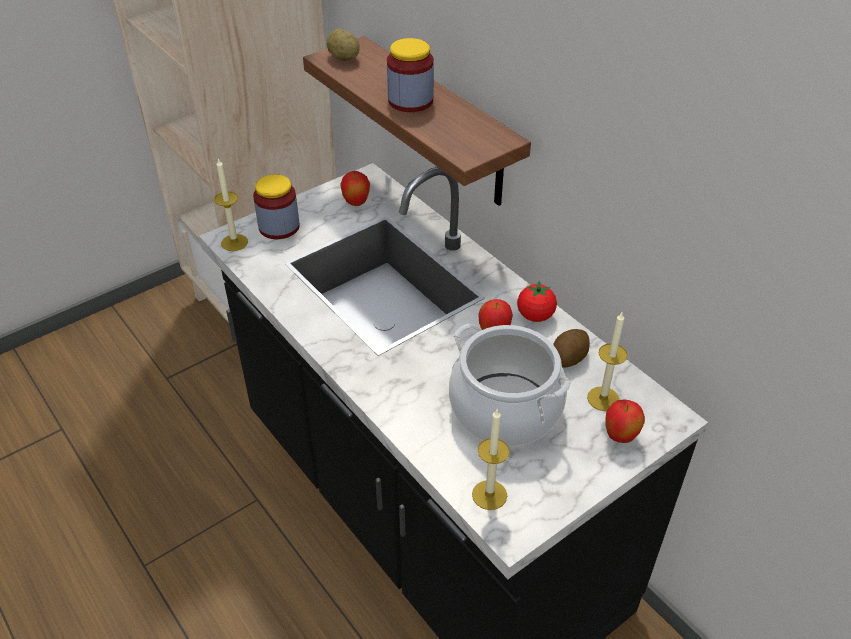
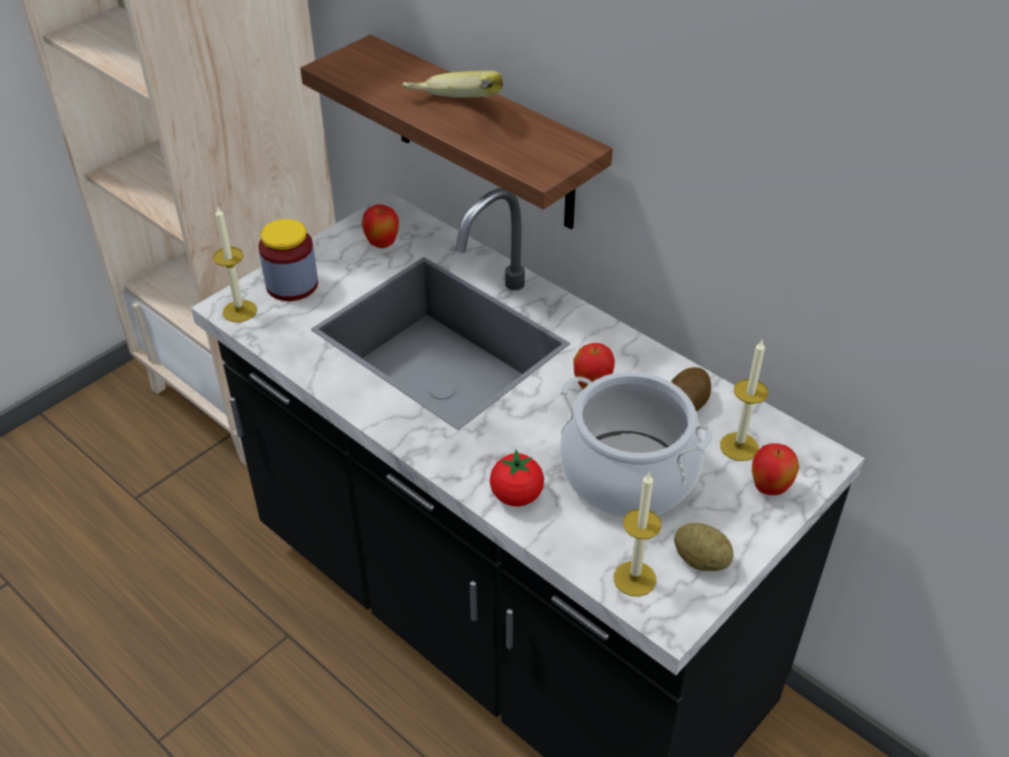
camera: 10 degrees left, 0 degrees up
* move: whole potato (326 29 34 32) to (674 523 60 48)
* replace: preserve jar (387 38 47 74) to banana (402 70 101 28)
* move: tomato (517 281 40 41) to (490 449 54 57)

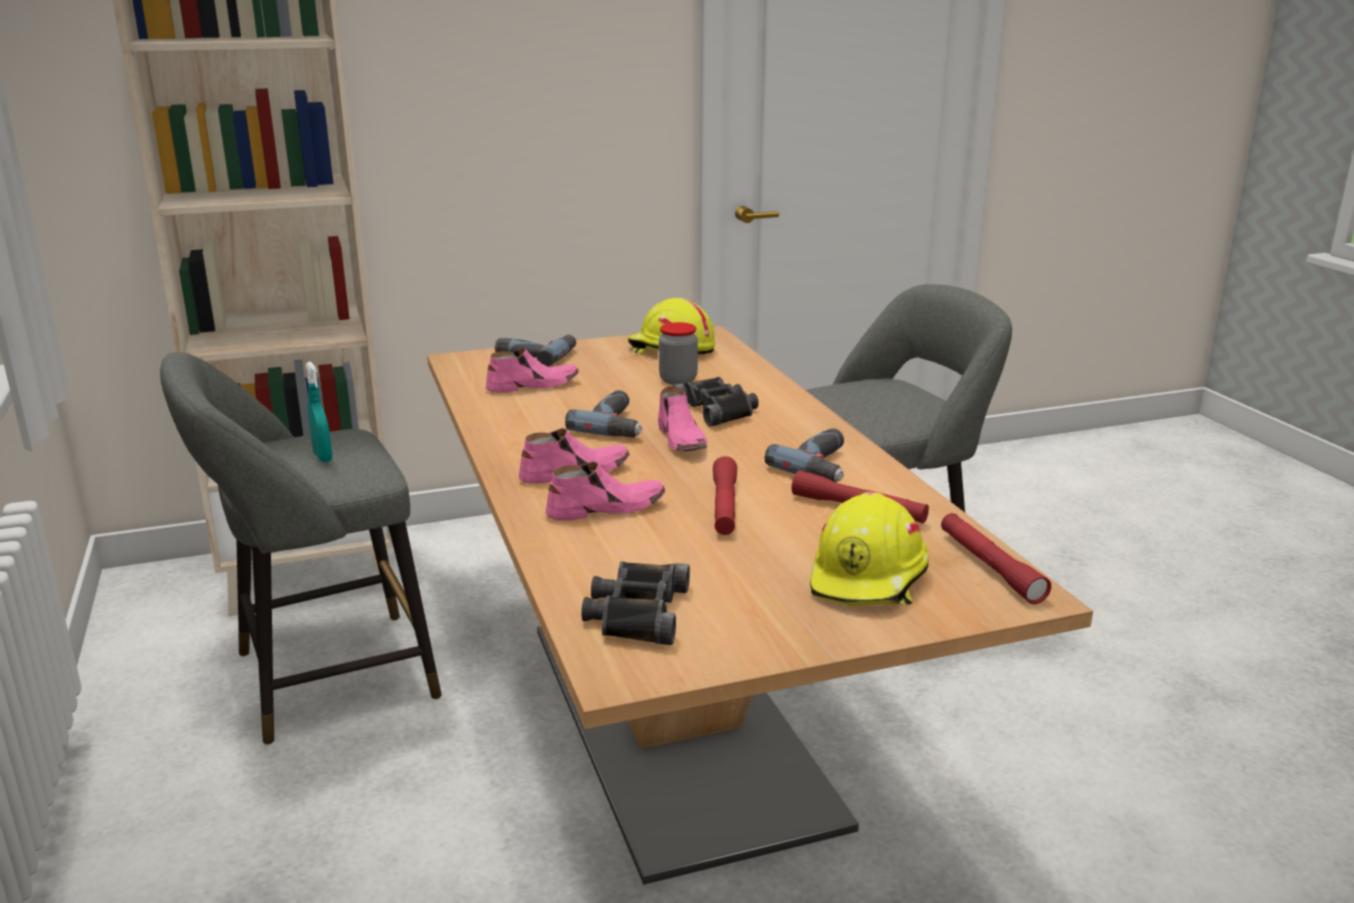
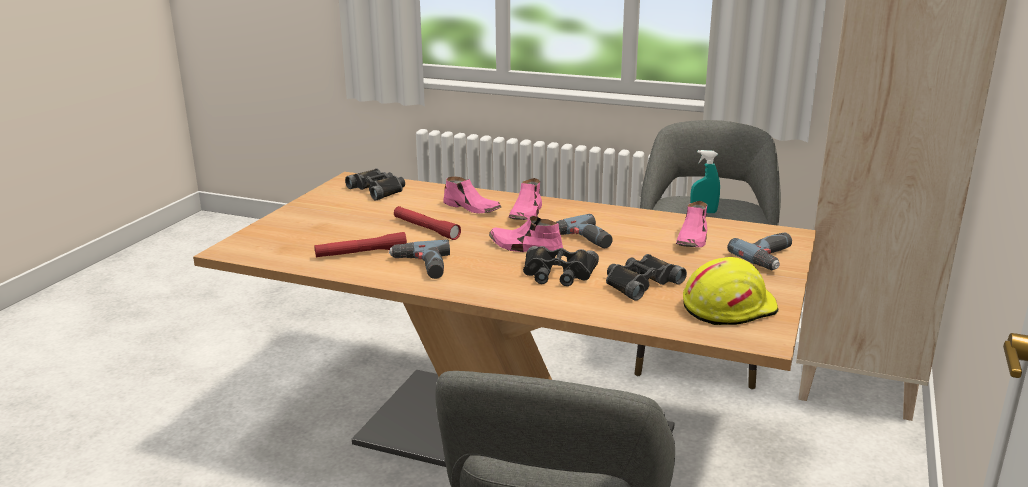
camera: 130 degrees right, 0 degrees up
* rotate: low shoe (pink-coloured) (546 461 120 59) = (443 177 58 37) 75 degrees counterclockwise
* replace: preserve jar (659 322 39 63) to pair of binoculars (black) (606 254 81 47)
* delete: safety helmet (yellowish) (810 492 119 114)
* delete: hand torch (reddish) (941 513 110 91)

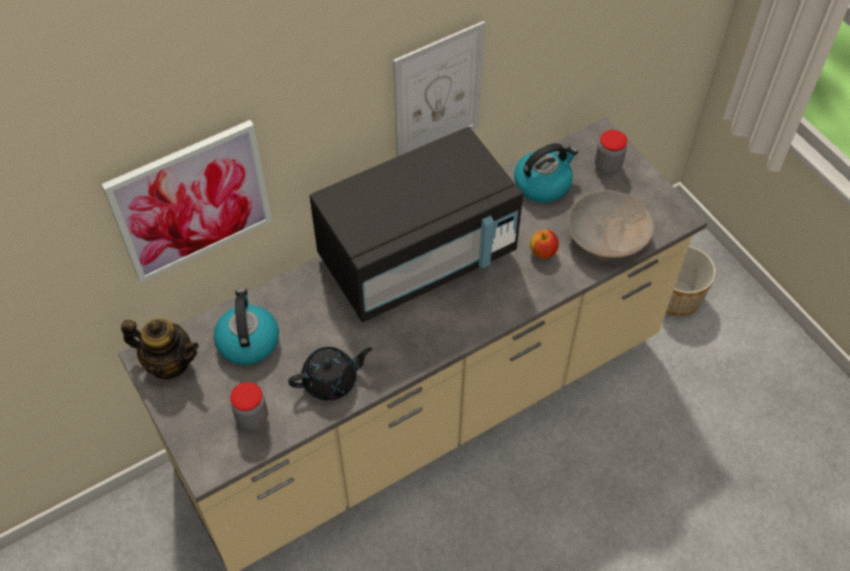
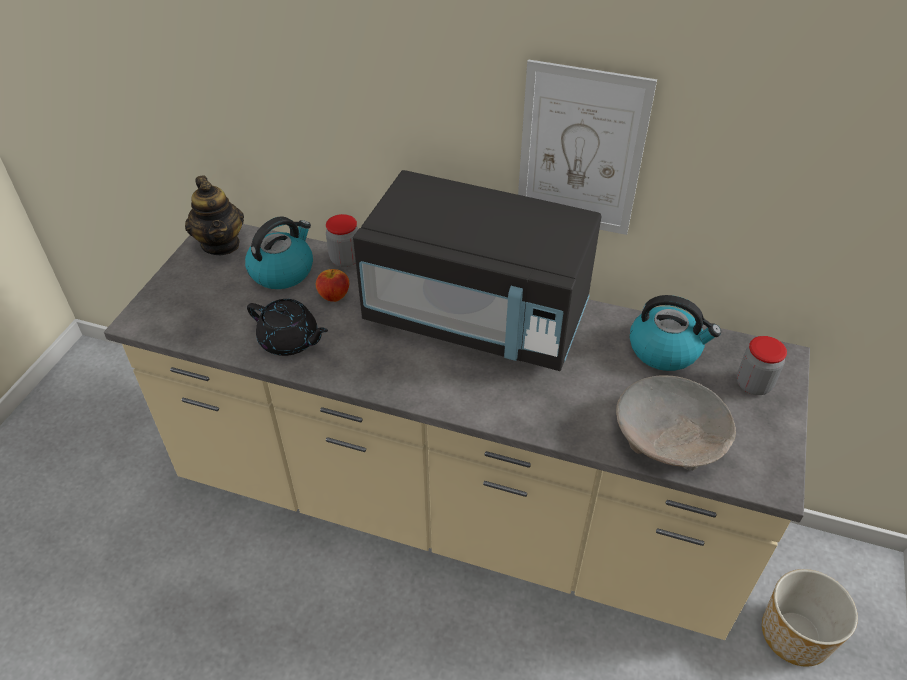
camera: 50 degrees right, 10 degrees down
* delete: picture (101 120 171 163)
* move: preserve jar (230 382 38 48) to (326 214 32 53)
* move: apple (530 230 29 29) to (316 269 33 33)

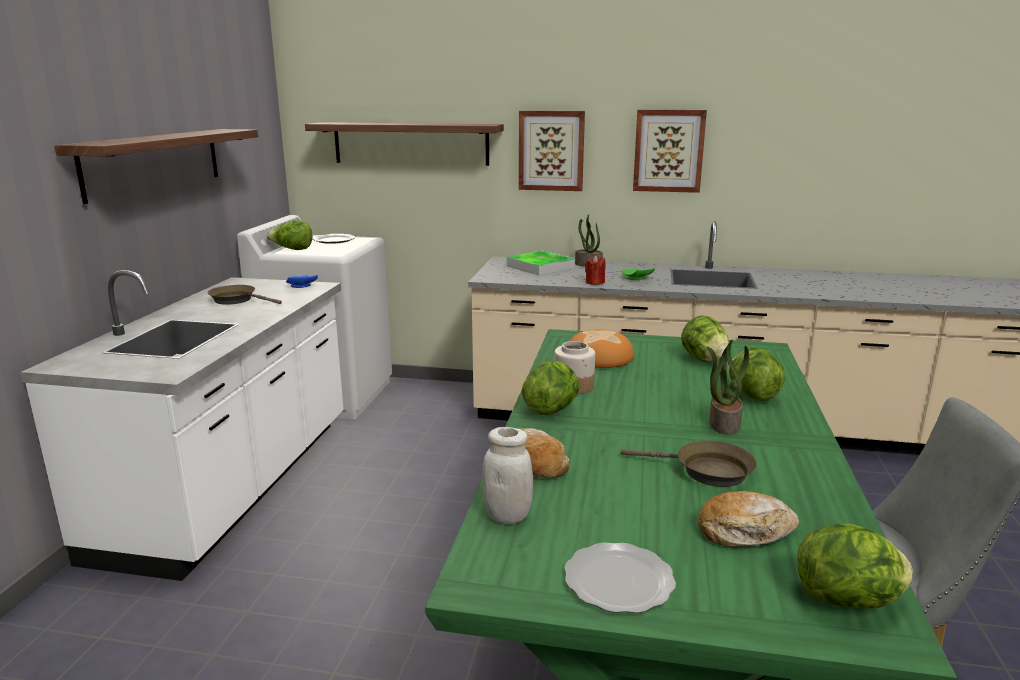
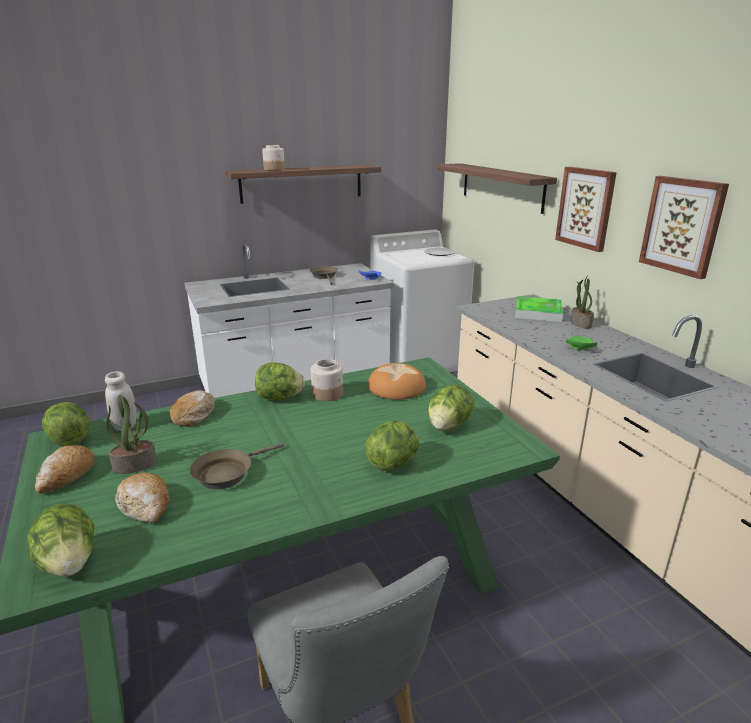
camera: 55 degrees right, 5 degrees up
* move: head of lettuce (267 220 45 30) to (42 402 48 44)
* replace: dinner plate (564 542 112 71) to bakery bread (35 445 59 49)
* delete: candle (reddish) (585 256 20 29)
* rotate: skillet (brownish) (621 441 136 46) = (190 442 94 47) 60 degrees clockwise
* move: plant in a pot (707 339 42 96) to (106 394 51 80)
* insert: preserve jar (262 145 23 26)

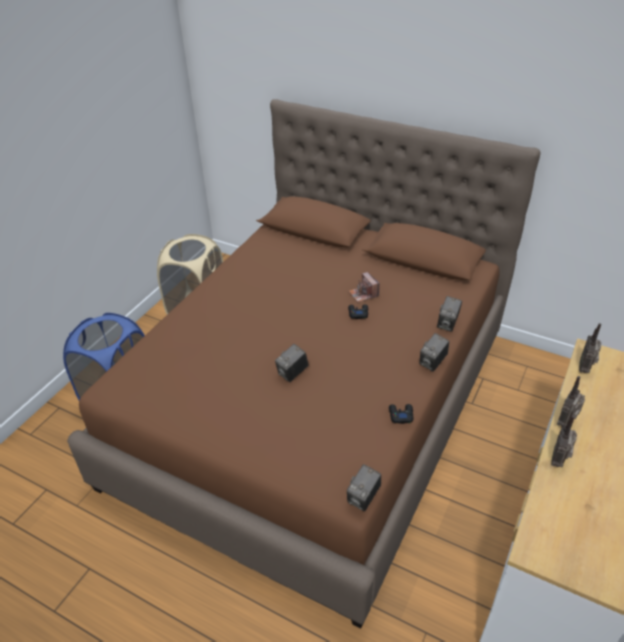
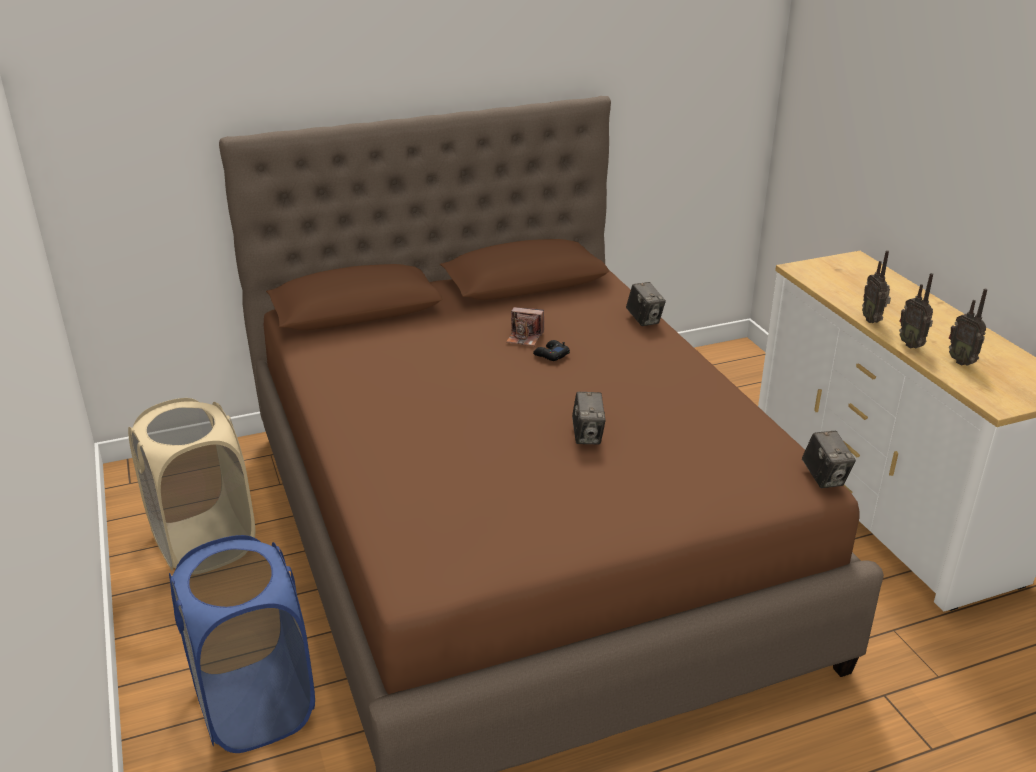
camera: 50 degrees left, 10 degrees down
* delete: joypad (black) (389 404 24 20)
* delete: still camera (419 333 30 39)
* move: radio receiver (579 323 22 50) to (949 289 38 77)

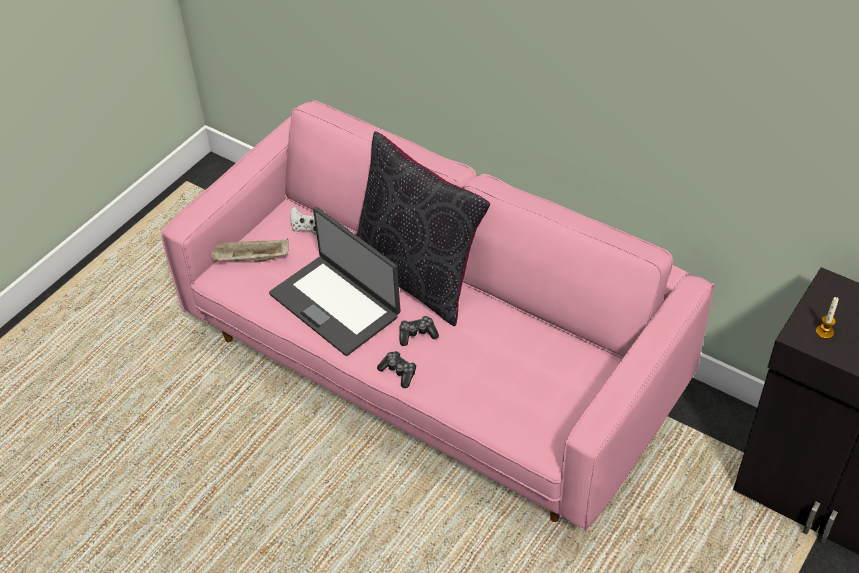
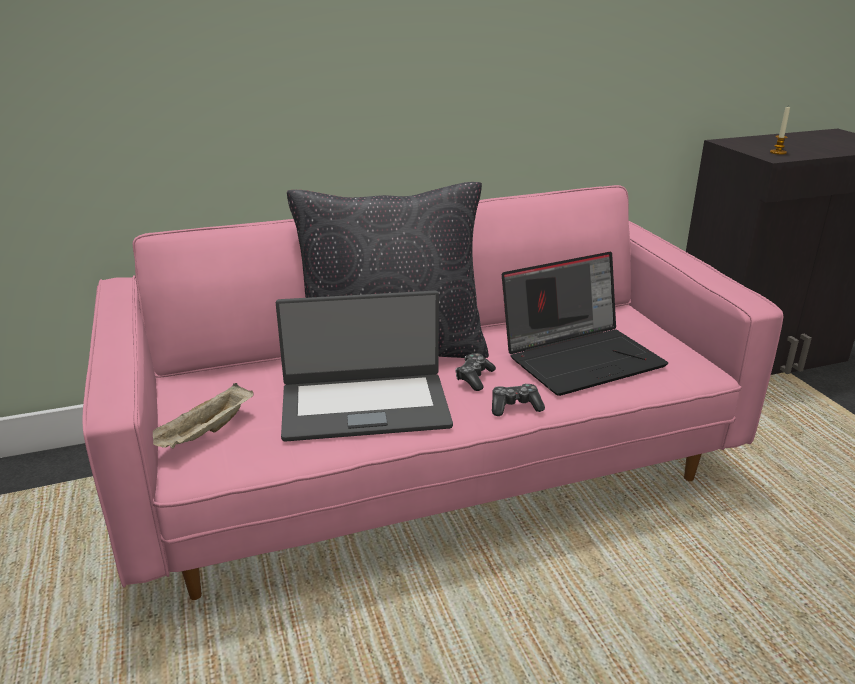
camera: 55 degrees left, 20 degrees down
* delete: joypad (whitish) (290 207 36 28)
* insert: portable computer (502 252 166 144)

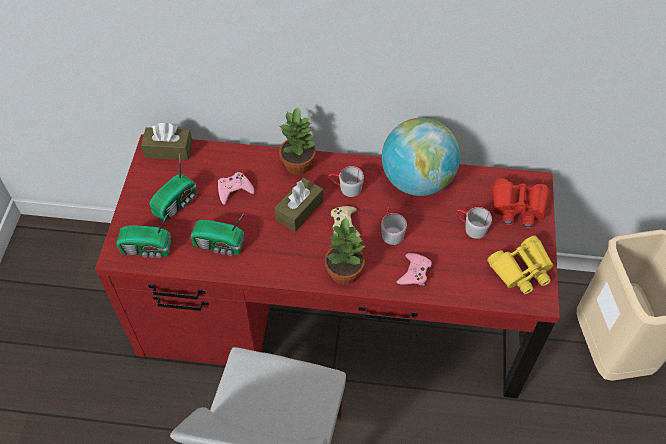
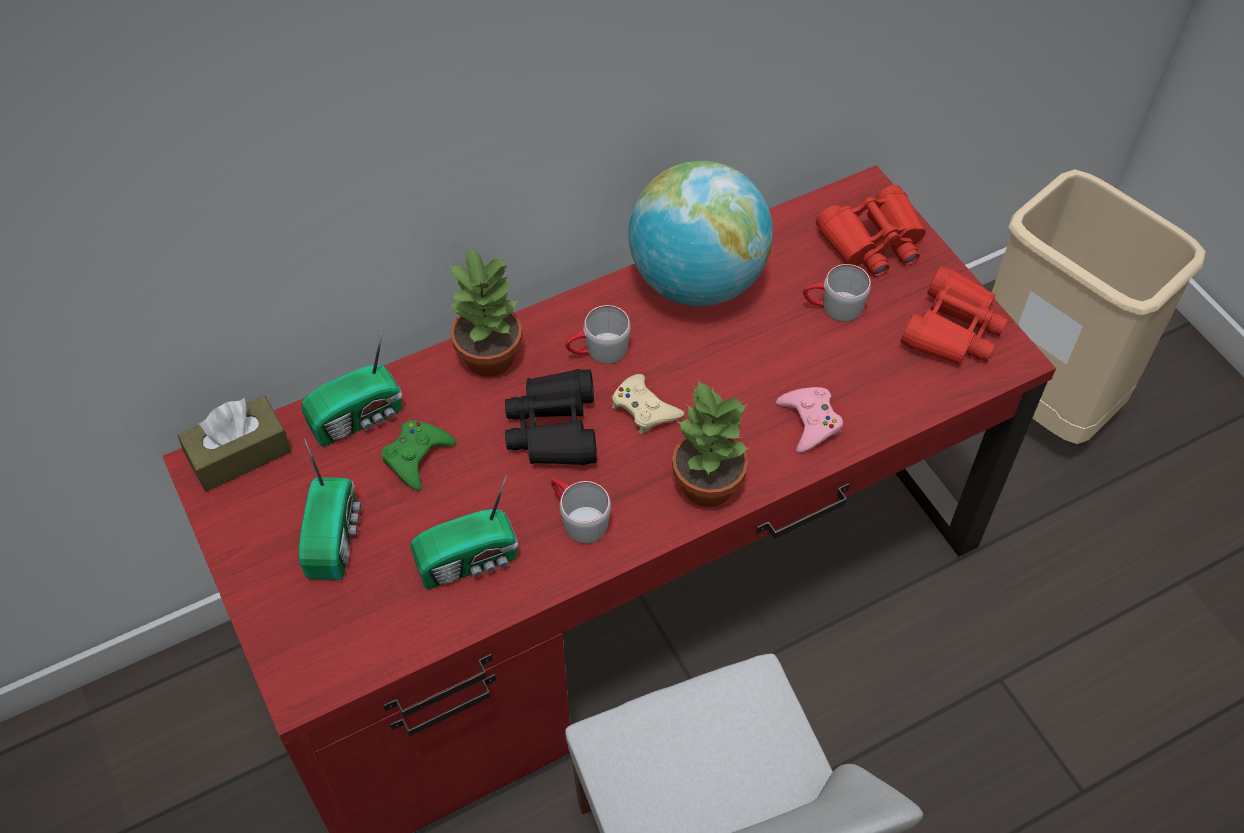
camera: 35 degrees left, 0 degrees up
* move: radio receiver (116 215 55 43) to (301 328 101 119)
* recolor: joypad (pink-coloured) (218 172 36 33) to joypad (greenish) (381 420 75 71)
* replace: box of tissues (brownish) (274 177 49 55) to pair of binoculars (black) (505 369 92 96)
* move: mug (grey) (381 207 26 38) to (551 478 60 66)
* recolor: pair of binoculars (yellowish) (487 235 67 59) to pair of binoculars (reddish) (900 266 108 99)

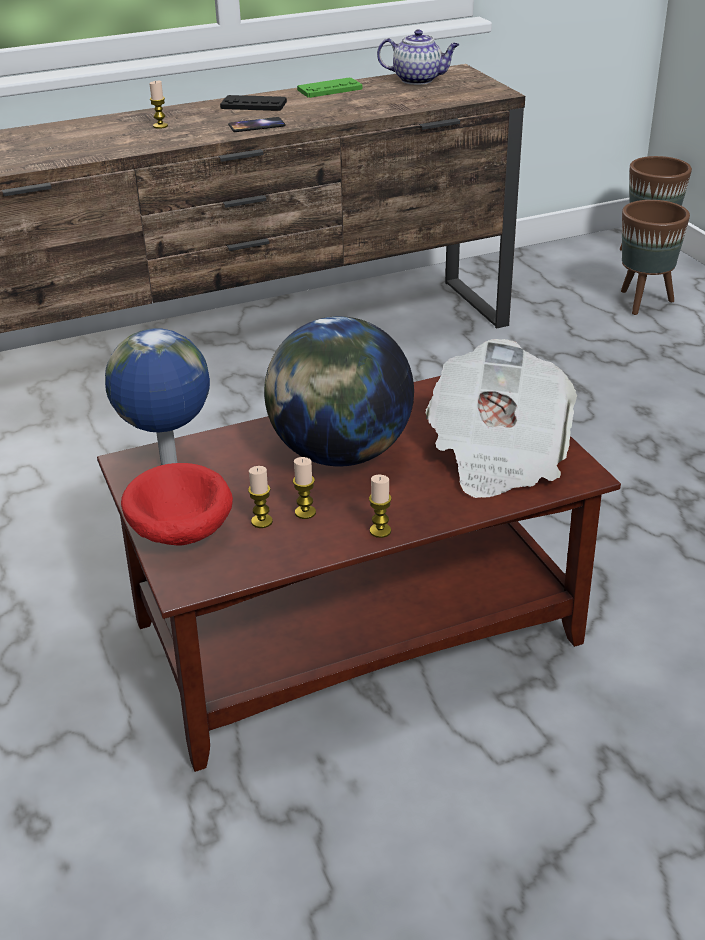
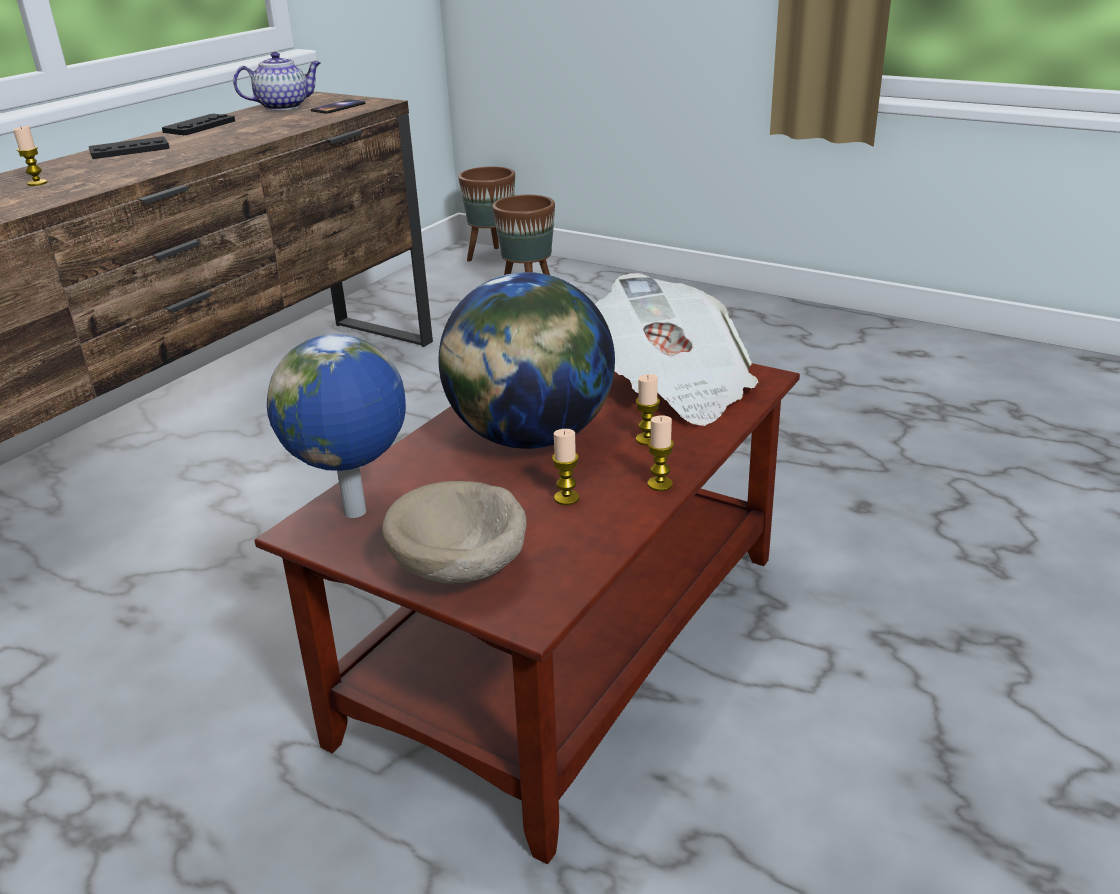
camera: 35 degrees left, 5 degrees down
* recolor: deep dish (reddish) (121 463 112 83) to deep dish (sand-coloured) (382 481 145 103)
* move: handset (228 117 57 15) to (311 99 54 15)
* move: candle (248 466 25 62) to (636 374 24 71)
* recolor: joypad (greenish) (297 78 66 20) to joypad (black) (162 114 73 21)

